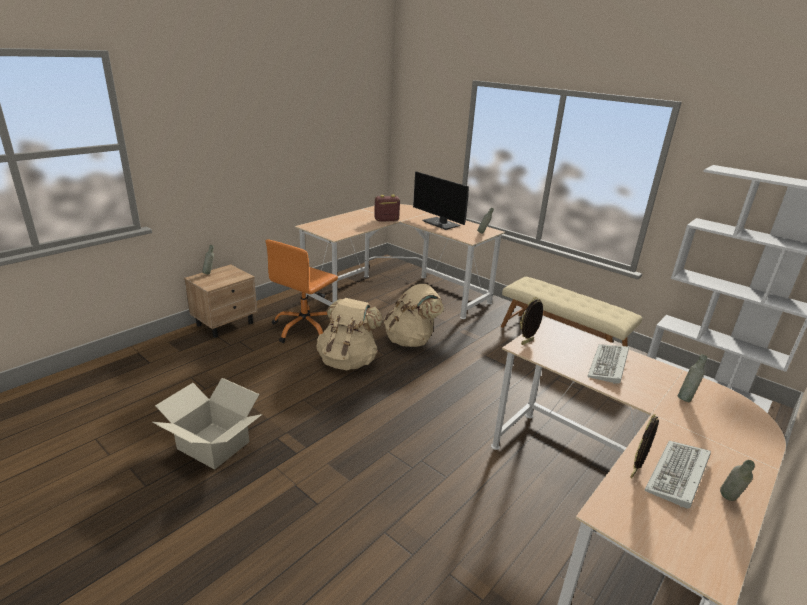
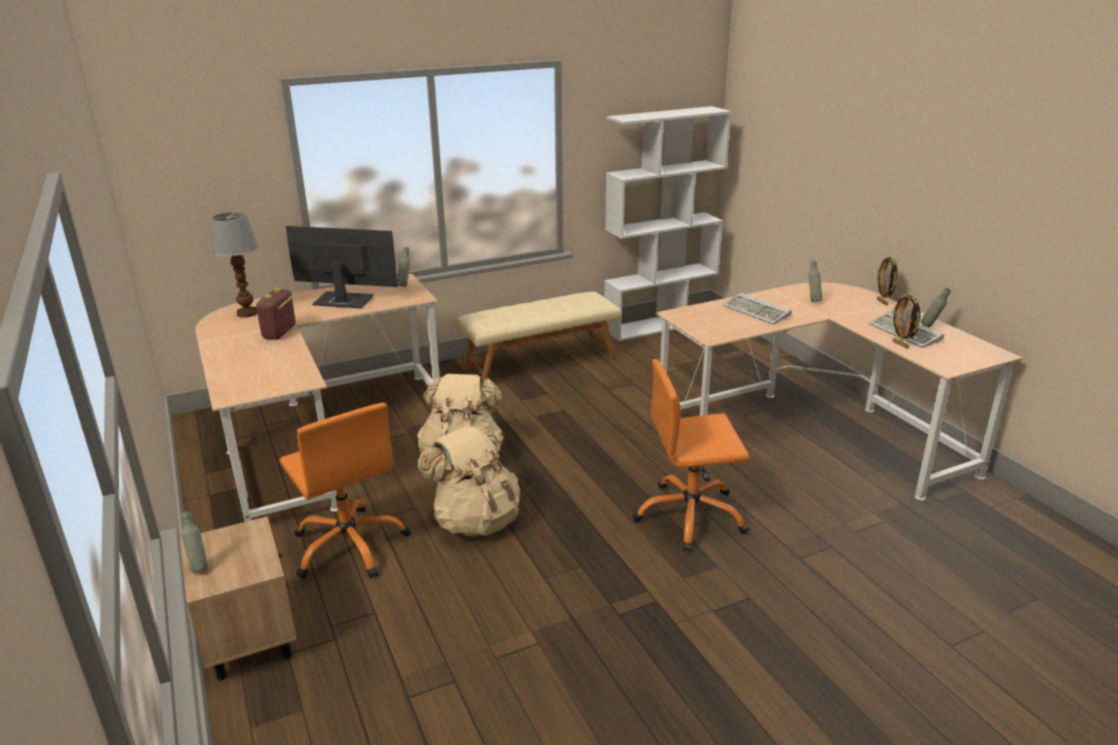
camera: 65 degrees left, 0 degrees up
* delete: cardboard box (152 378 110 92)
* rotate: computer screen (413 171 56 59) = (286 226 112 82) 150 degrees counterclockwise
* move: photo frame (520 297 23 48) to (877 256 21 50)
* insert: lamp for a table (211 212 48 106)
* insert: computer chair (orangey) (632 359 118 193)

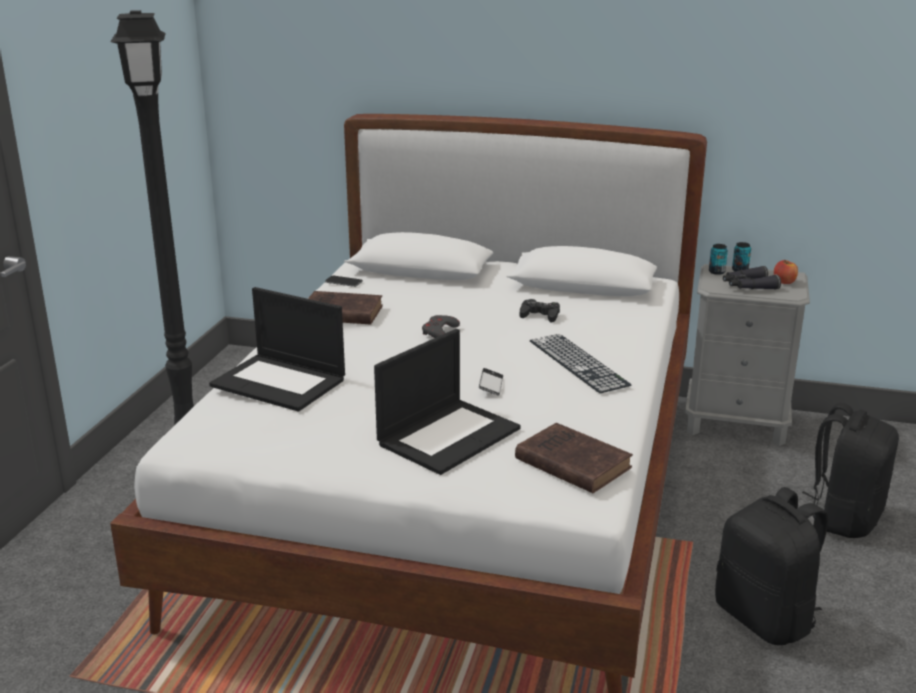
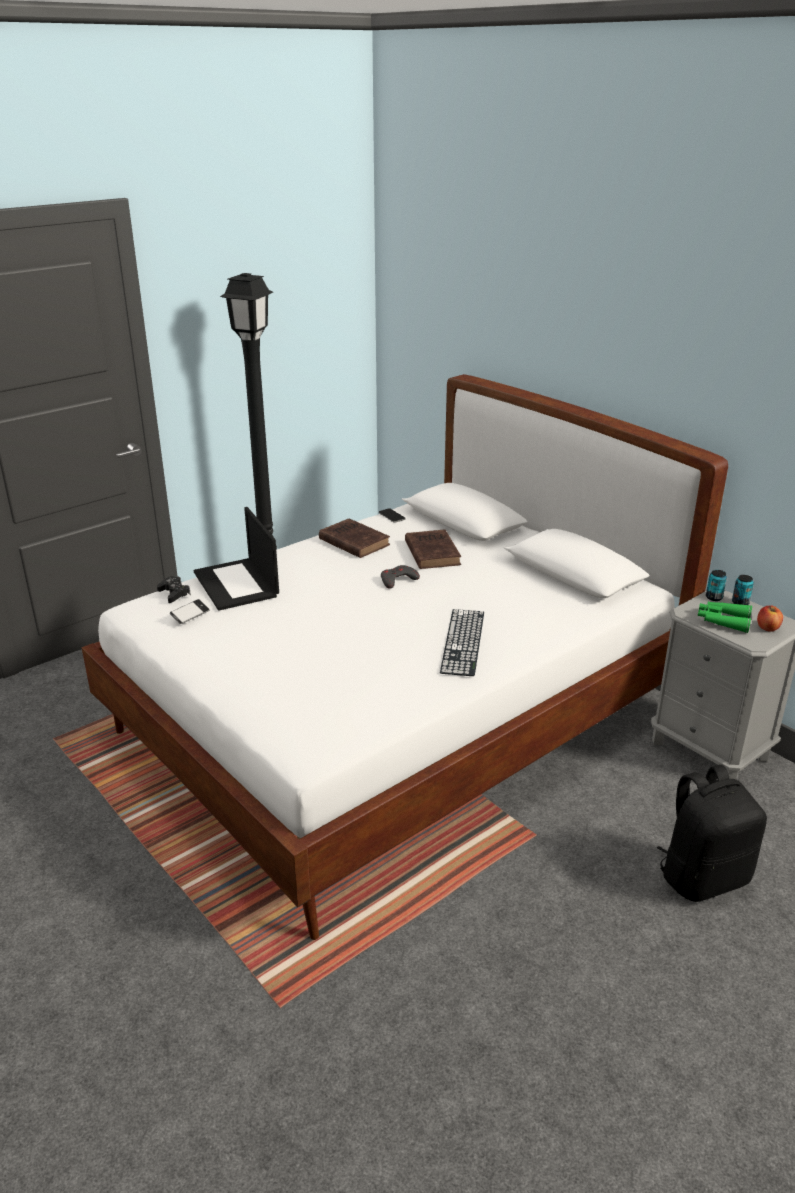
camera: 35 degrees right, 5 degrees up
* delete: portable computer (374 329 146 146)
* move: handset (479 368 24 28) to (170 599 39 25)
* move: bound book (brownish) (515 423 118 70) to (405 530 56 39)
* move: joypad (black) (520 299 40 24) to (157 576 34 27)
* delete: rucksack (black) (715 487 113 158)
* recolor: pair of binoculars (black) (723 266 58 24) to pair of binoculars (greenish) (698 601 54 32)

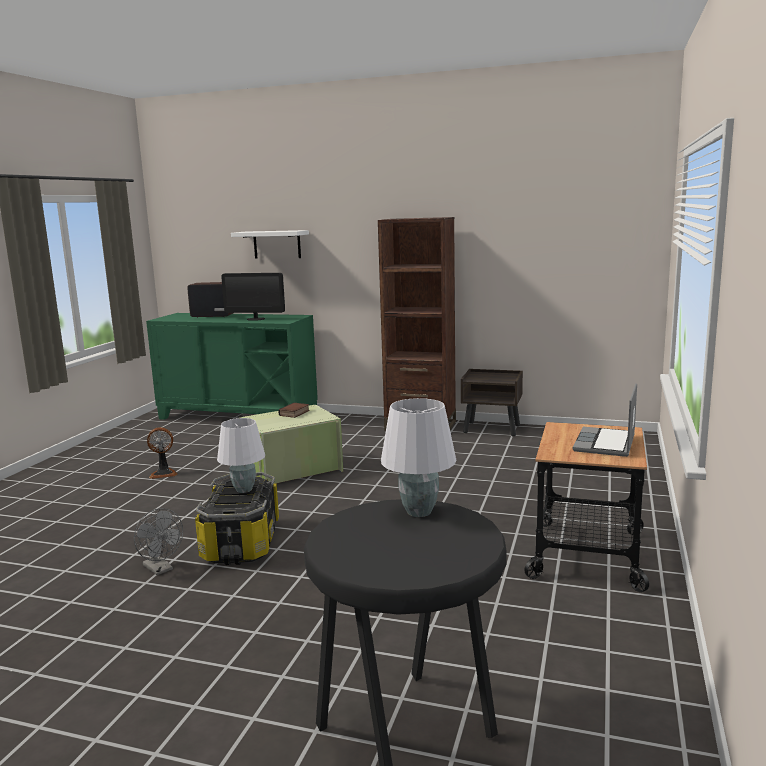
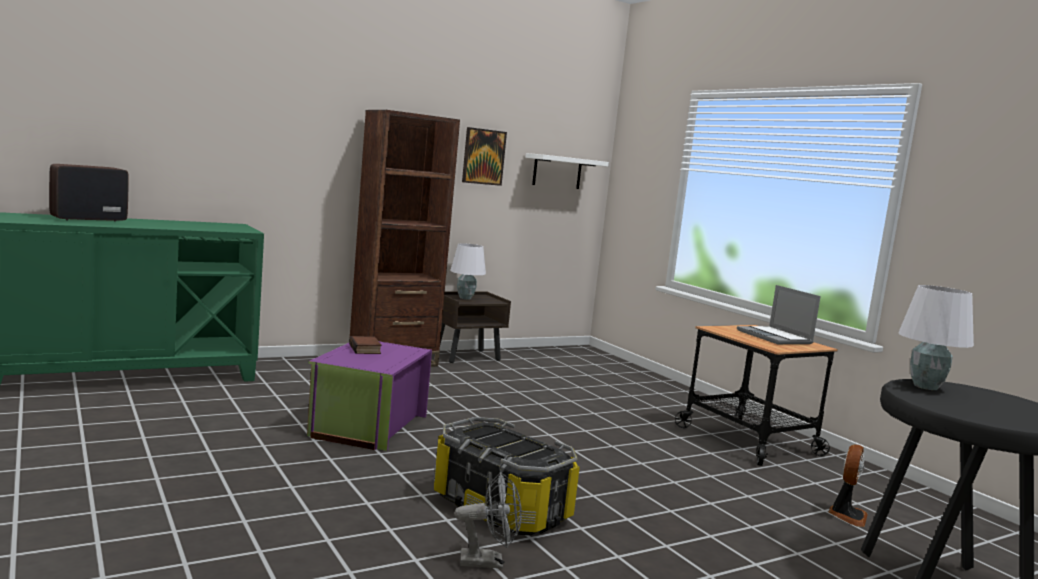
camera: 50 degrees left, 5 degrees down
* move: electric fan (147 427 30 52) to (828 445 40 82)
* move: lamp for a table (whitish) (217 418 48 75) to (450 243 36 57)
* delete: computer screen (221 273 64 47)
* move: shelf (whitish) (231 230 78 29) to (525 153 84 36)
* recolor: storage bin (greenish) (239 405 104 79) to storage bin (purplish) (307 341 125 110)
* insert: picture (462 127 45 59)

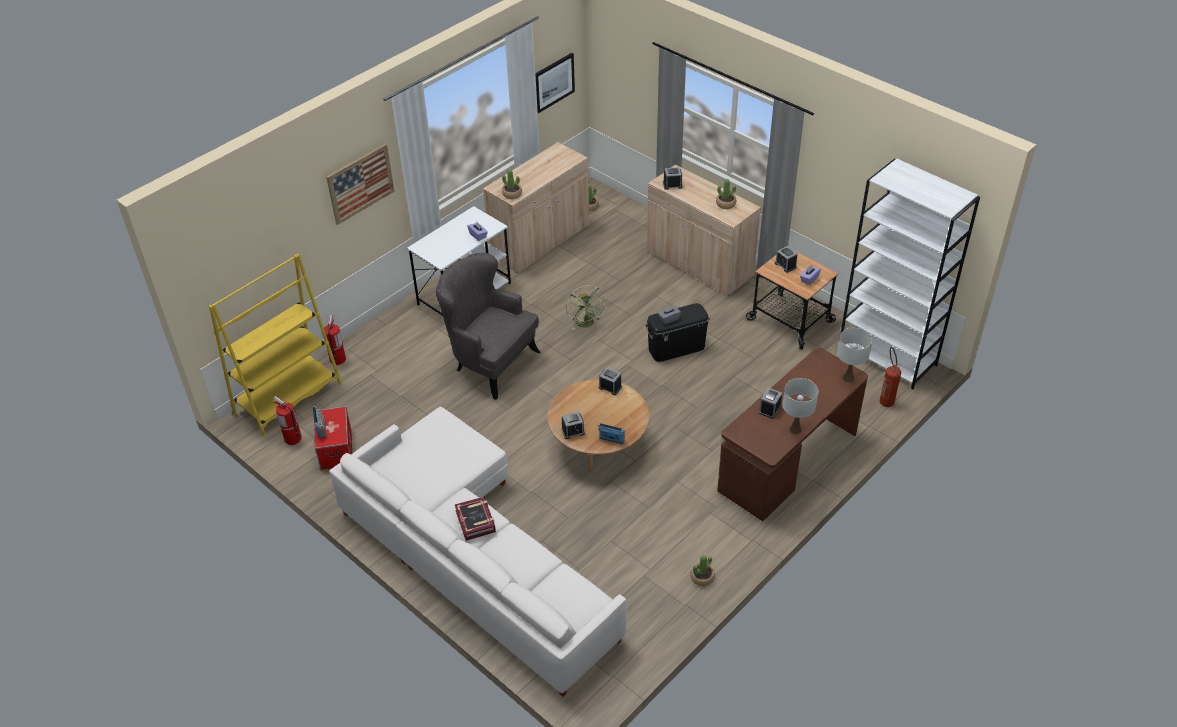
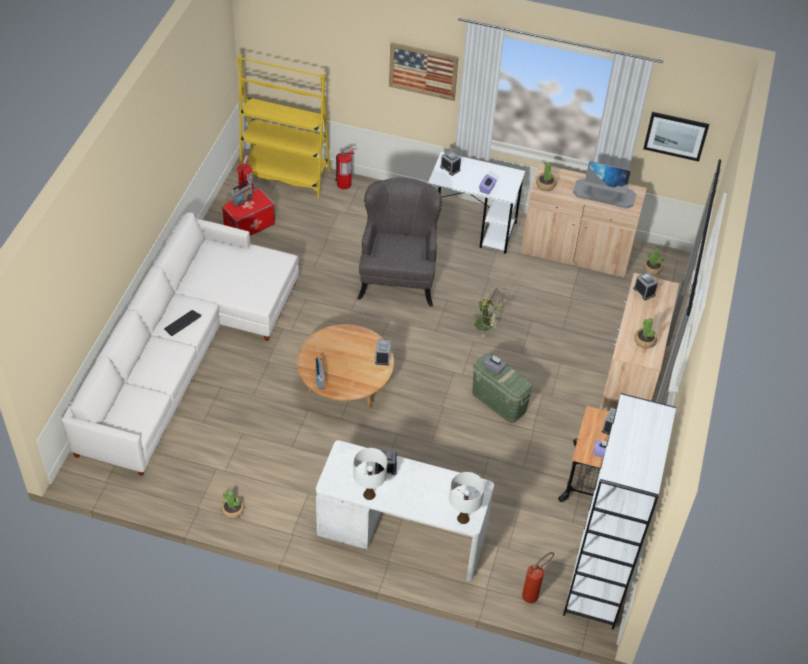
camera: 60 degrees right, 5 degrees up
* replace: bound book (455 497 41 44) to PC keyboard (164 310 37 26)
* move: bedside clock (561 412 24 27) to (440 150 21 26)
* rotate: electric fan (greenish) (566 285 41 45) = (474 287 33 51) 105 degrees counterclockwise
* recolor: storage bin (black) (646 303 64 59) to storage bin (greenish) (472 353 61 70)
* recolor: desk table (brownish) (717 348 151 173) to desk table (whitish) (316 440 178 141)
* insert: computer screen (573 161 63 48)

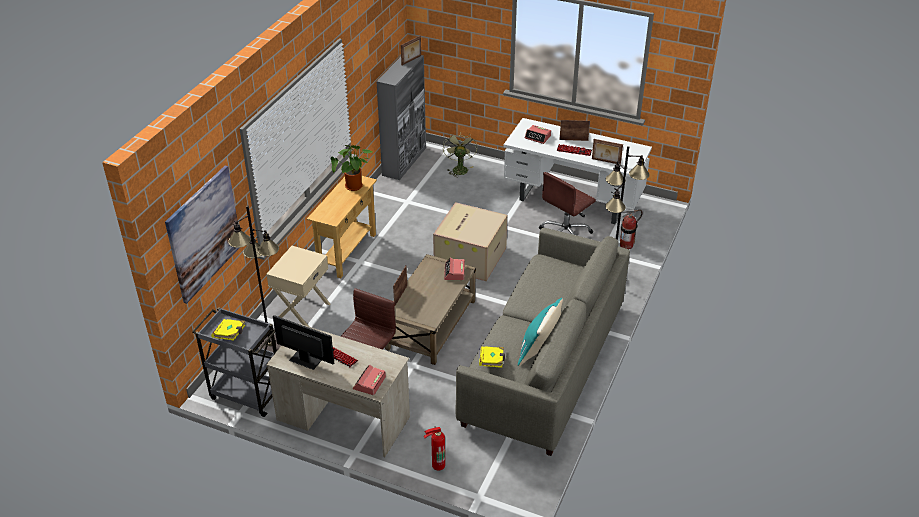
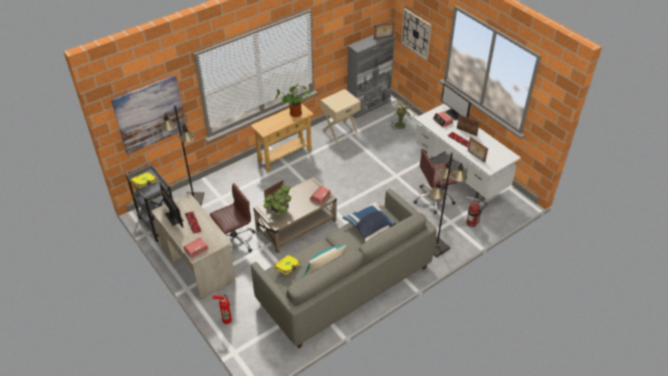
camera: 30 degrees right, 5 degrees up
* move: night table (sand-coloured) (266 246 64 80) to (321 89 40 54)
* delete: cardboard box (433 202 74 79)
* insert: plant in a pot (263 185 28 30)
* insert: pillow (blue-coloured) (343 201 54 41)
* insert: hanging clock (401 9 31 51)
* insert: computer screen (441 83 30 38)

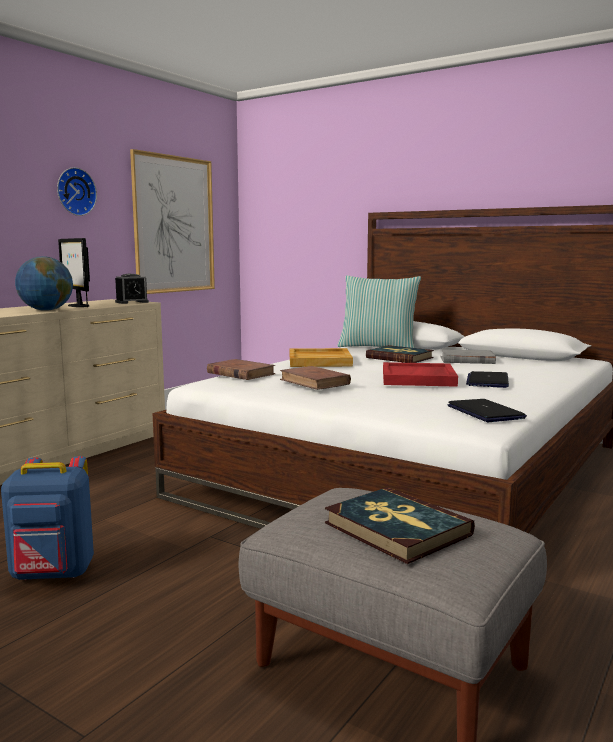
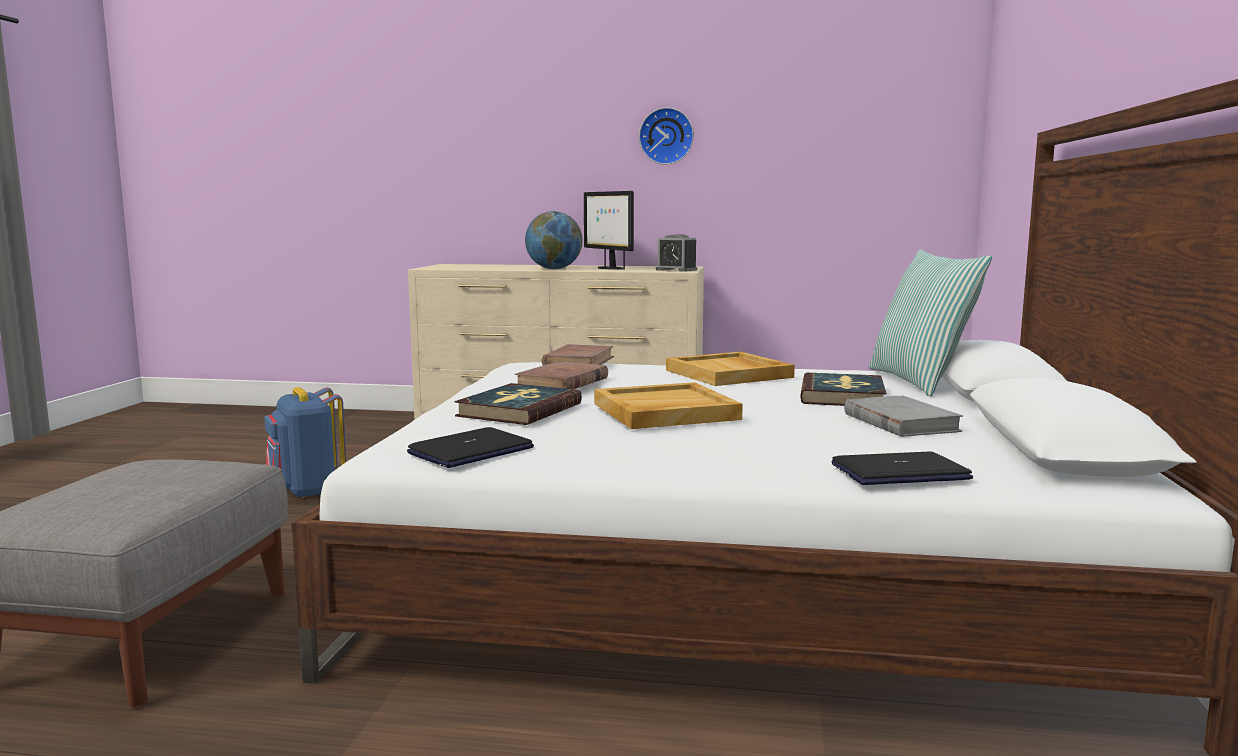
camera: 65 degrees right, 0 degrees up
* rotate: computer screen (58 238 32 69) = (584 191 50 79) 60 degrees counterclockwise
* delete: picture (130 149 85 145)
* move: bound book (325 487 150 77) to (455 383 127 42)
* recolor: serving tray (reddish) (383 362 75 25) to serving tray (sand-coloured) (594 382 149 47)
* move: portable computer (466 371 43 17) to (832 451 141 34)

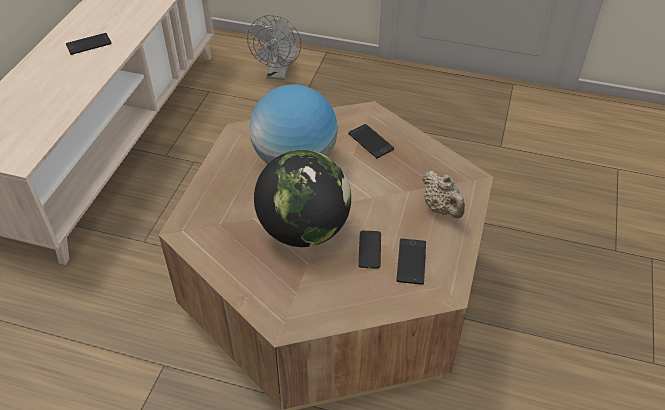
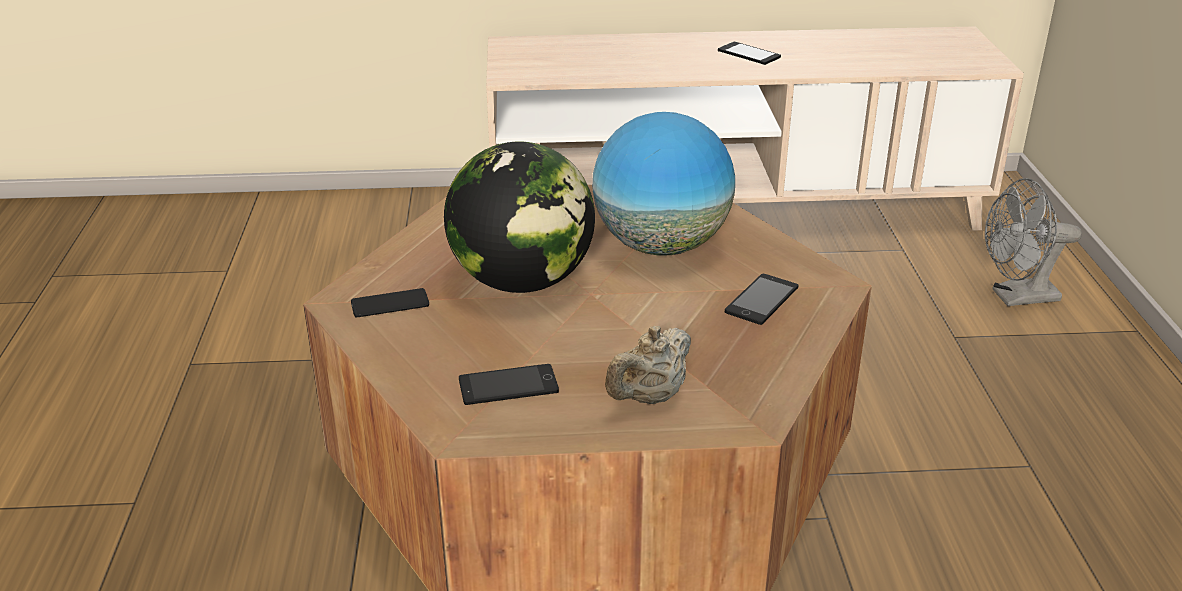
camera: 70 degrees right, 15 degrees down
* move: handset (358 231 23 38) to (351 288 78 29)

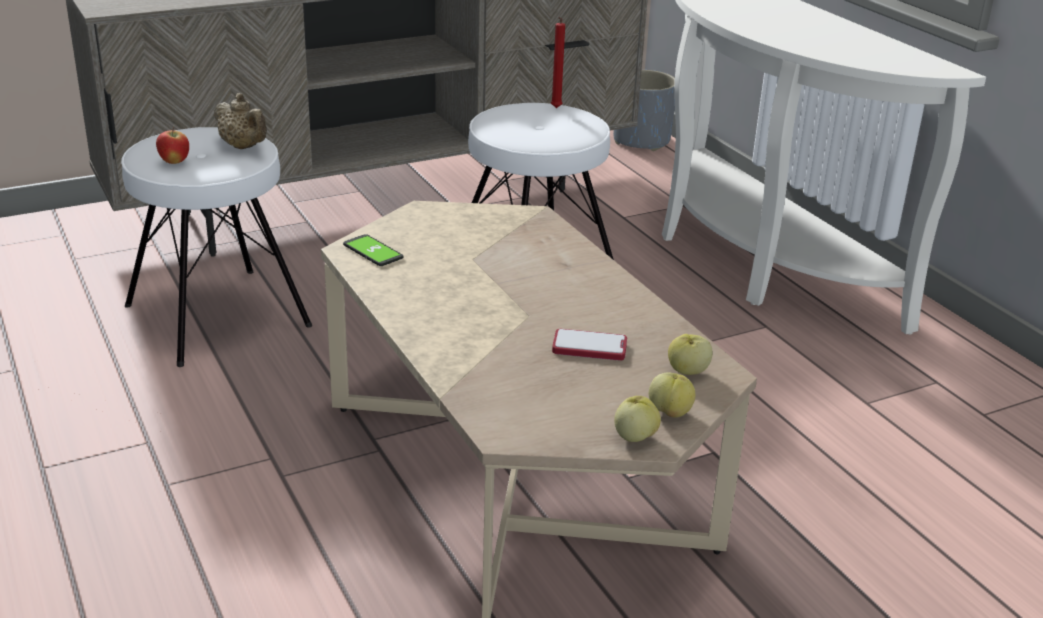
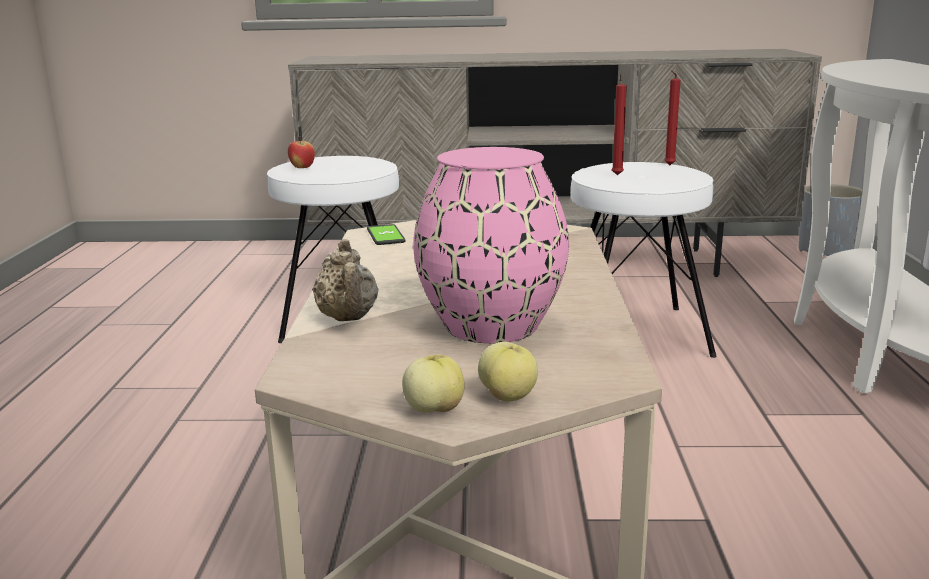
camera: 30 degrees right, 10 degrees down
* move: teapot (sand-coloured) (214 93 53 56) to (312 239 66 82)
* replace: handset (552 329 75 32) to decorative vase (pink-coloured) (413 147 156 197)
* delete: apple (668 334 45 41)
* insert: candle (reddish) (612 74 15 101)

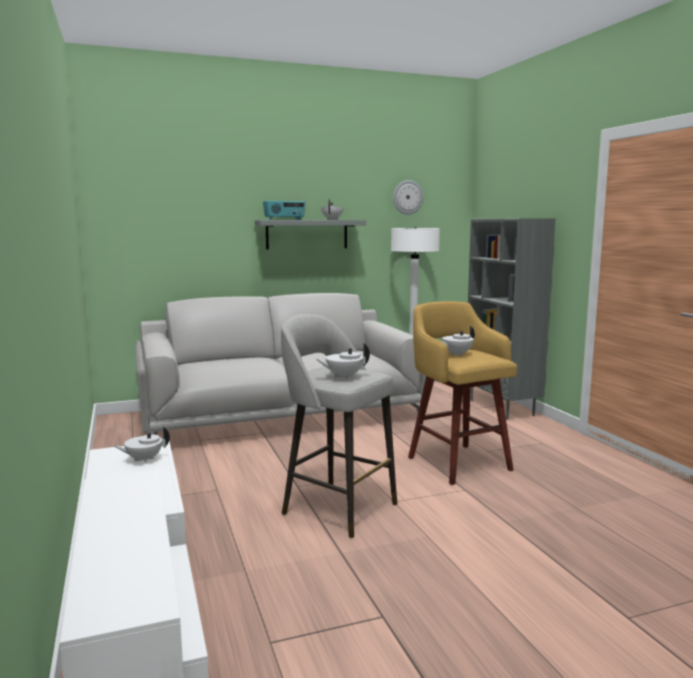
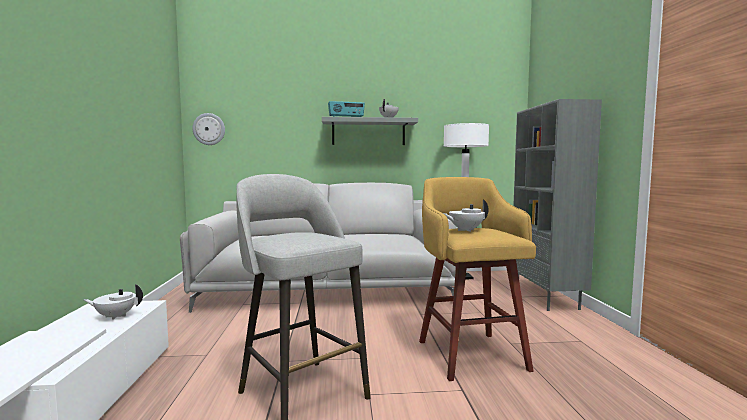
camera: 15 degrees right, 5 degrees down
* delete: teapot (whitish) (316 343 54 36)
* move: hanging clock (393 180 31 35) to (193 113 32 32)

